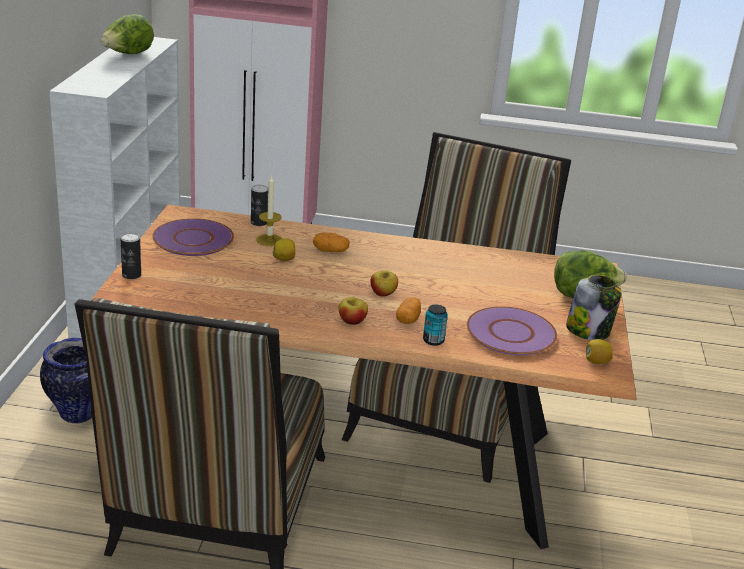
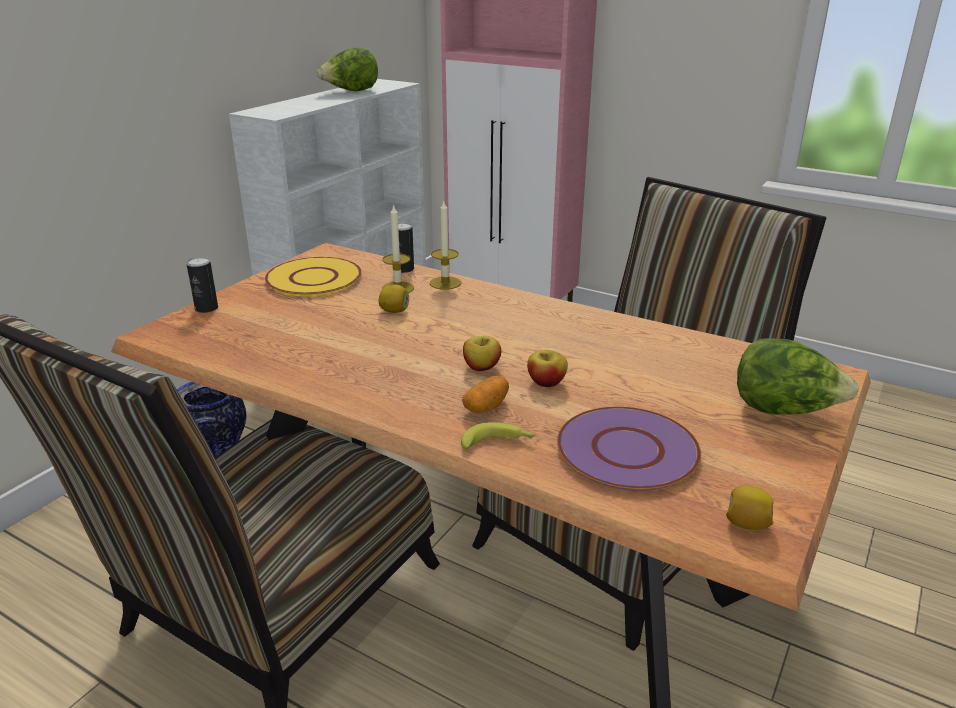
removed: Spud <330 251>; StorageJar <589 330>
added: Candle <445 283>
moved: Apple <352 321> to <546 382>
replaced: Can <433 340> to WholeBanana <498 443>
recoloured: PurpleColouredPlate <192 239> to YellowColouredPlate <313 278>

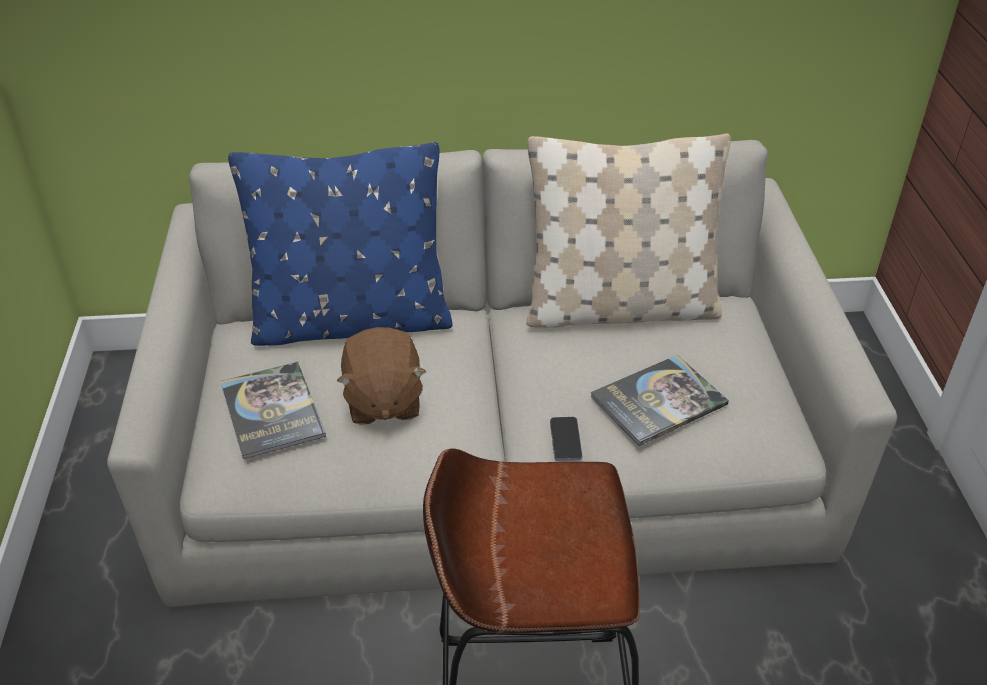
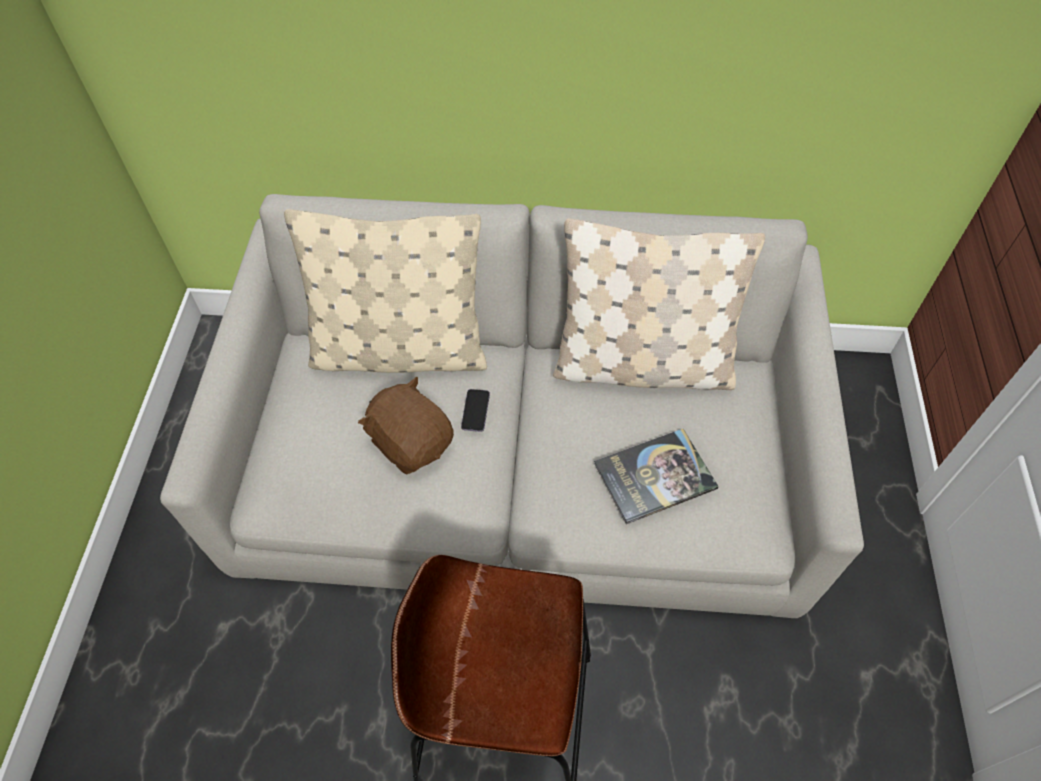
removed: BoundBook <272 411>
moved: Telephone <565 440> to <475 411>
recoloured: BlueColouredThrowPillow <352 321> to BeigeColouredThrowPillow <400 351>
turned: BrownCuddlyToy <382 401> = <412 442> 135 degrees clockwise

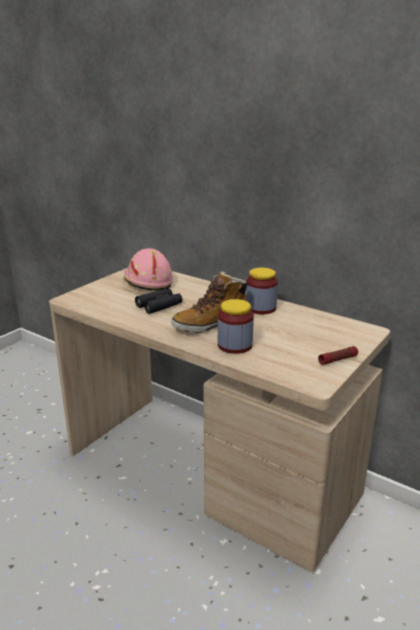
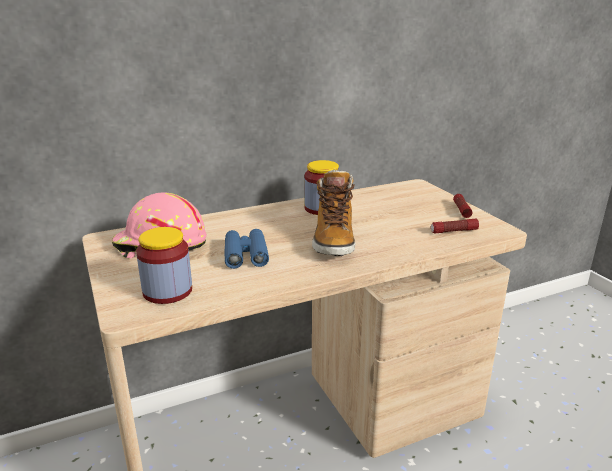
added: HandTorch <454 231>
moved: StorageJar <235 345> to <167 291>
recoloured: BlackFieldGlasses <159 305> to BlueColouredFieldGlasses <246 254>

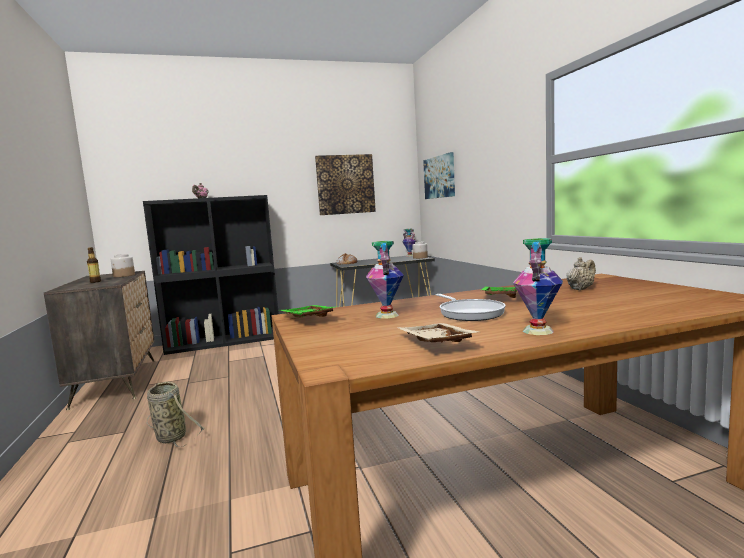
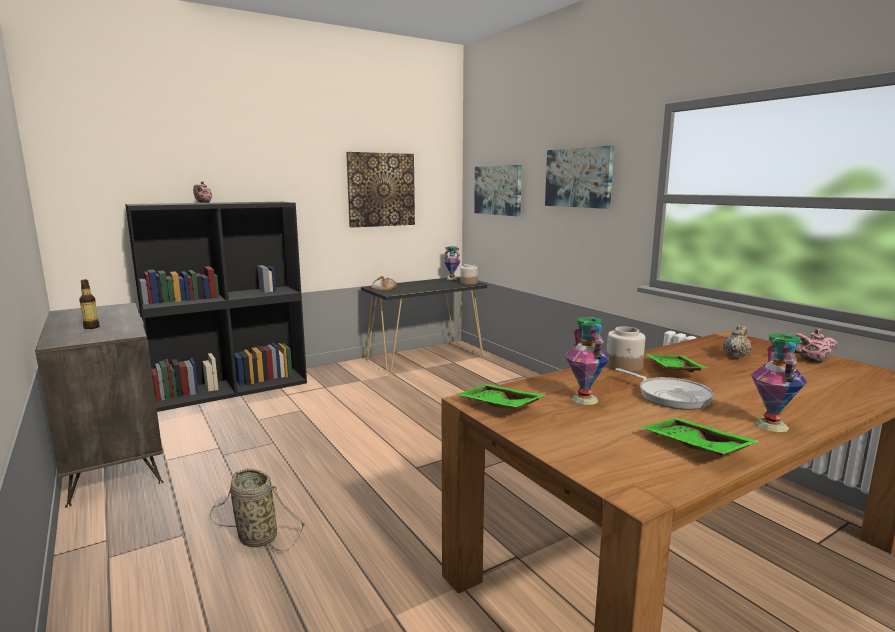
added: WallArt <578 177>; PinkPotForTea <811 361>
moved: StorageJar <124 275> to <624 366>
recoloured: BeigeColouredCarryingTray <434 343> to GreenCarryingTray <694 447>

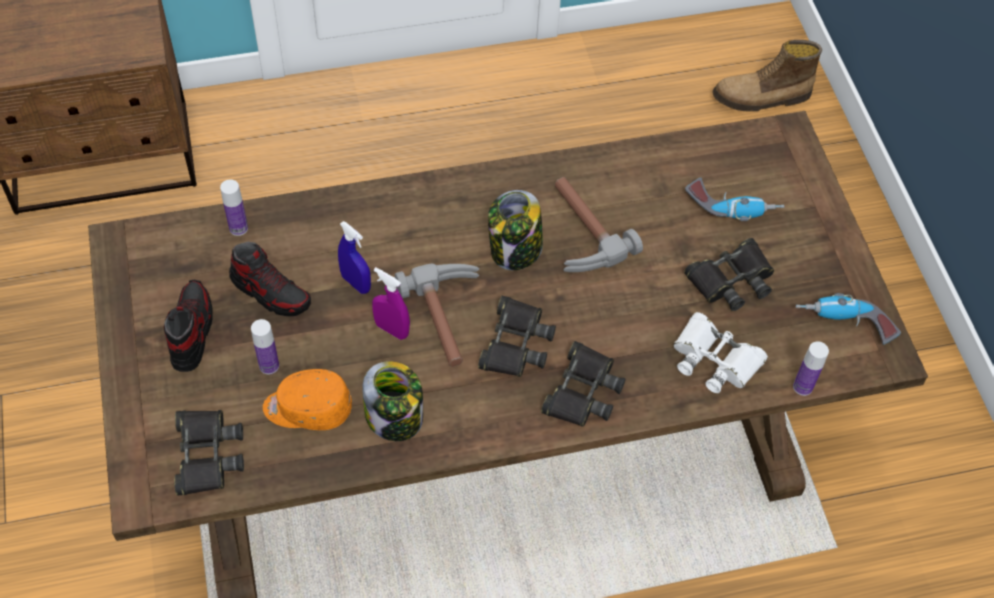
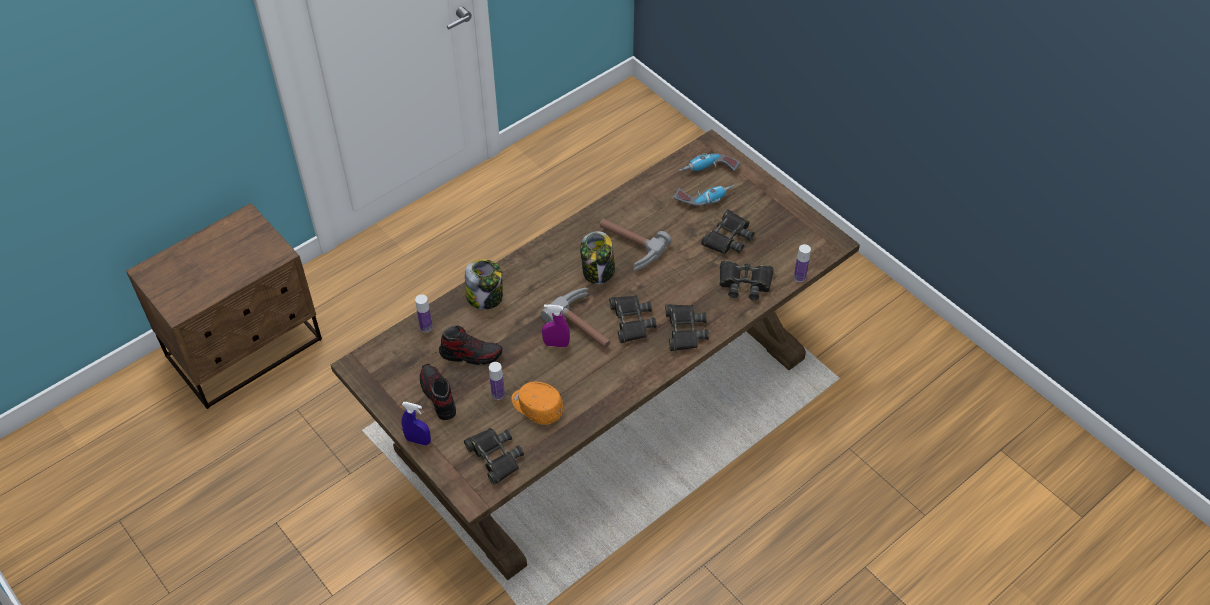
removed: TallBoot <761 98>
moved: BlueColouredSprayBottle <356 283> to <418 440>; StorageJar <395 417> to <485 297>; PowerDrill <844 325> to <708 171>
recoloured: WhitishFieldGlasses <714 359> to BlackFieldGlasses <745 283>
turned: OrangeColouredPeakedCap <307 408> = <536 407> 60 degrees clockwise

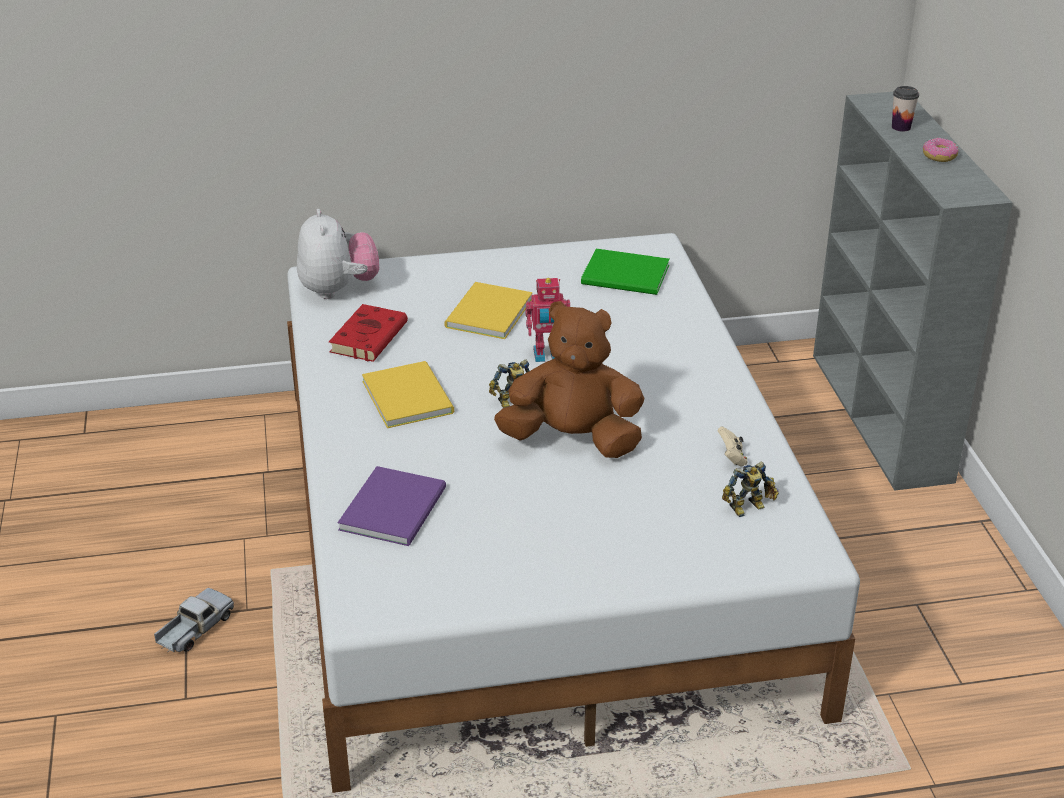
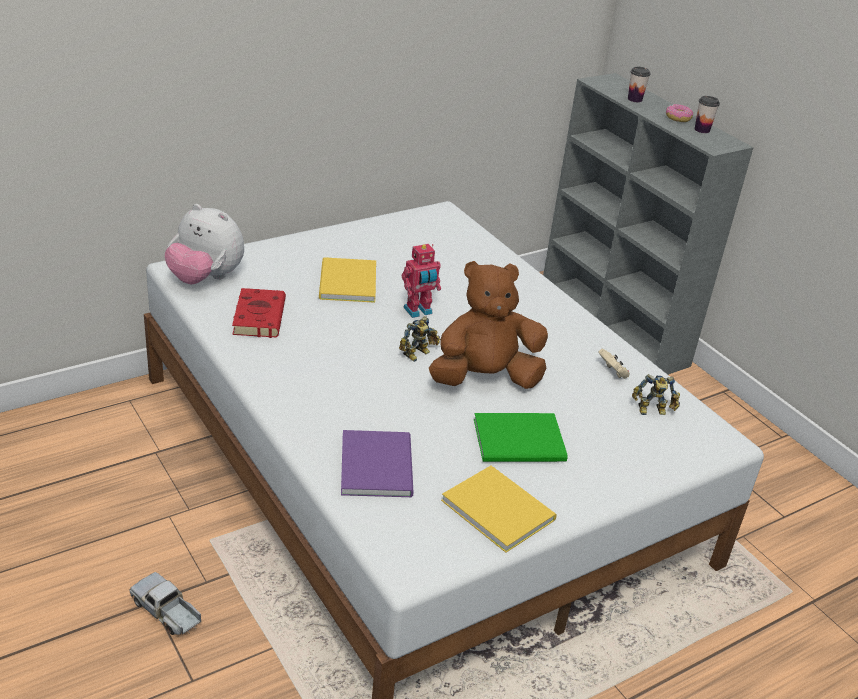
added: SmallCup <702 130>
moved: YellowColouredBoundBook <409 395> to <497 507>; GreenBoundBook <627 276> to <522 442>
turned: ToyLorry <195 629> = <167 611> 60 degrees counterclockwise; CuddlyToy <338 289> = <205 278> 150 degrees clockwise; ToyRobot <749 508> = <653 411> 45 degrees clockwise

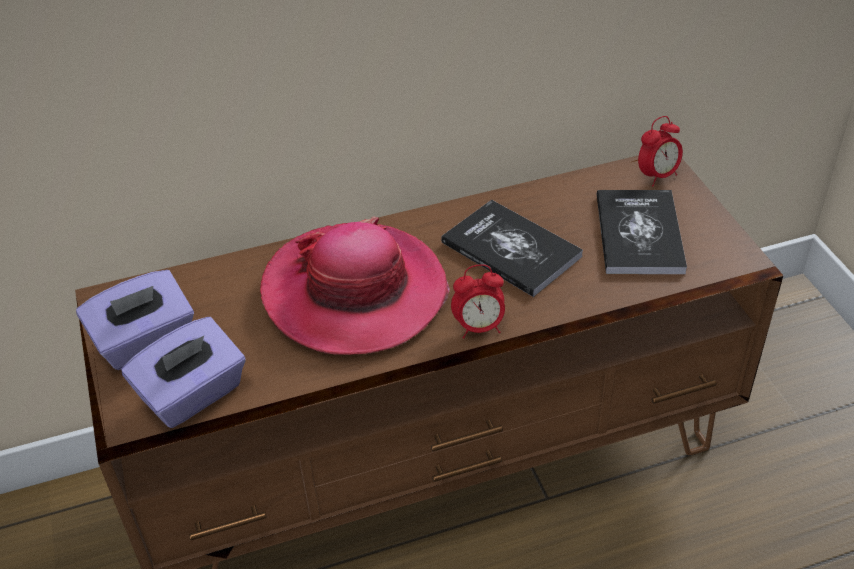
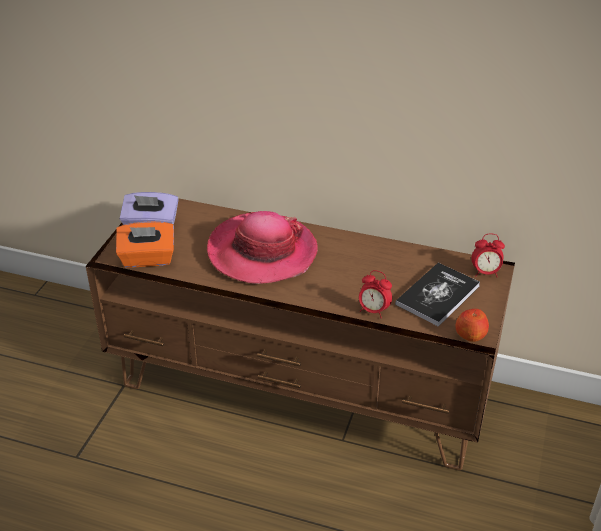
removed: BoundBook <511 249>
added: Apple <470 335>
moved: BedsideClock <479 327> to <373 311>
recoloured: PurpleColouredTissueBox <193 395> to OrangeColouredTissueBox <147 259>

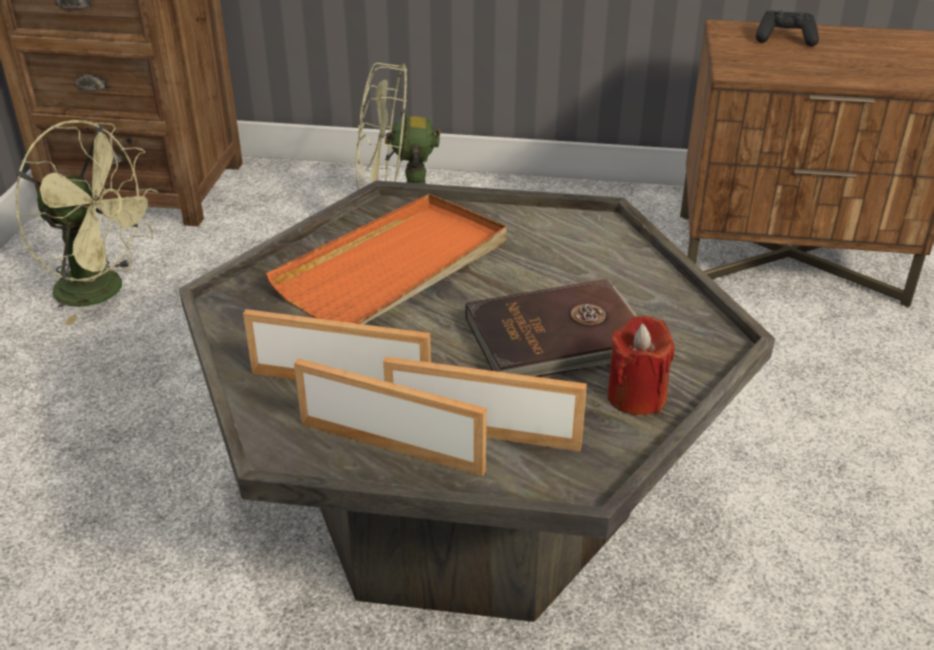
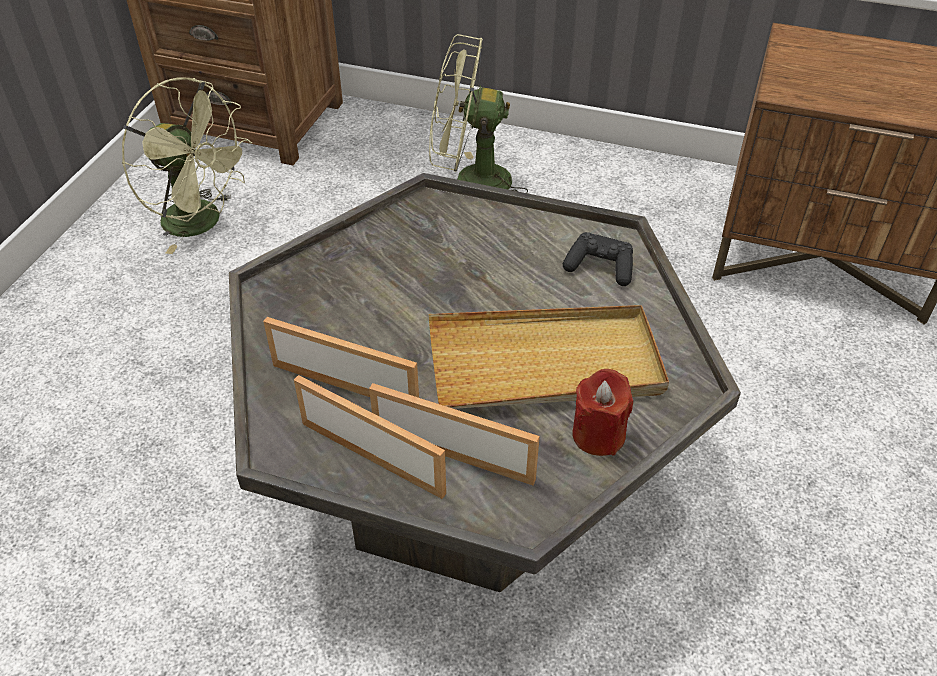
removed: OrangeColouredCarryingTray <395 267>
moved: BlackJoypad <785 39> to <600 268>
replaced: BrownBoundBook <558 339> to BeigeColouredCarryingTray <545 364>

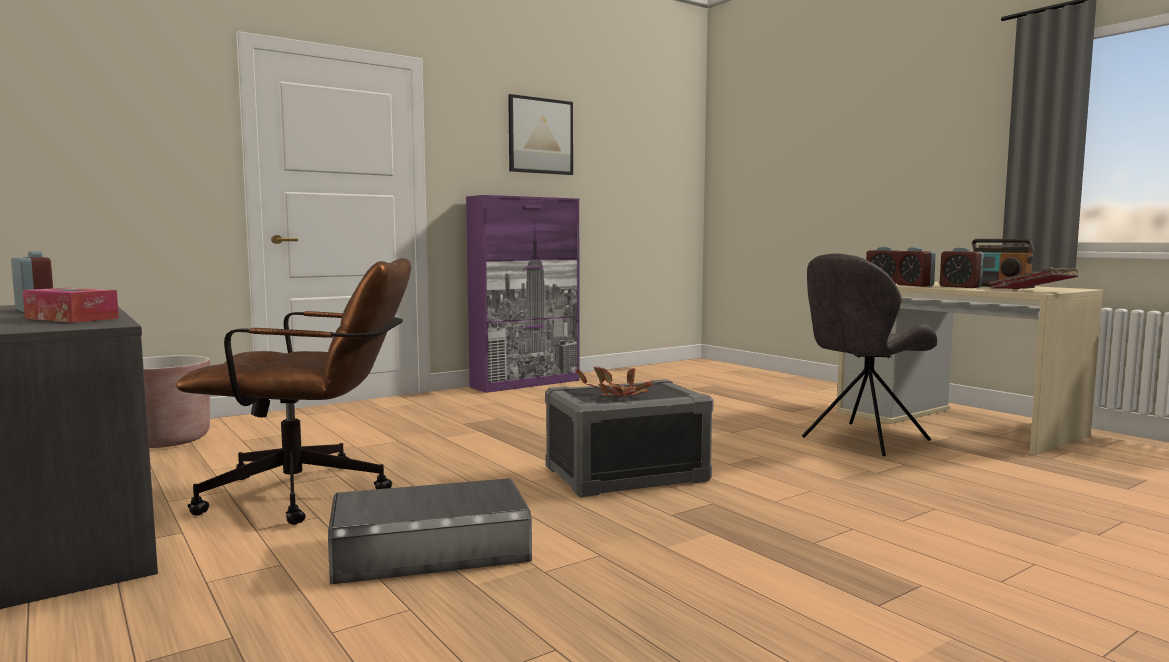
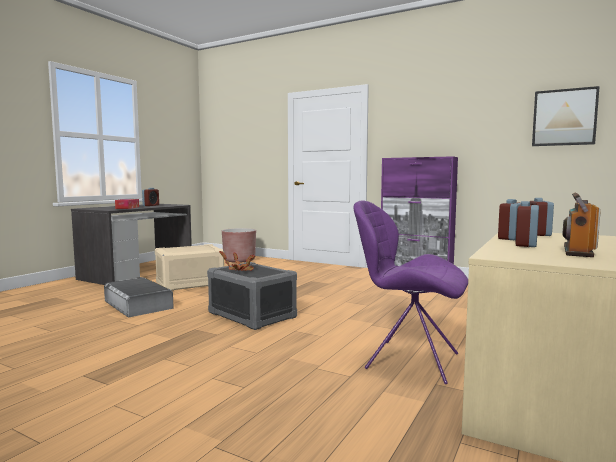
removed: RedColouredBoundBook <1032 291>
moved: WallArt <540 136> to <564 117>
replaced: BrownOfficeChair <312 494> to BeigeColouredStorageContainer <190 284>
recoloured: GreyishPlainChair <862 440> to PurpleColouredPlainChair <408 360>

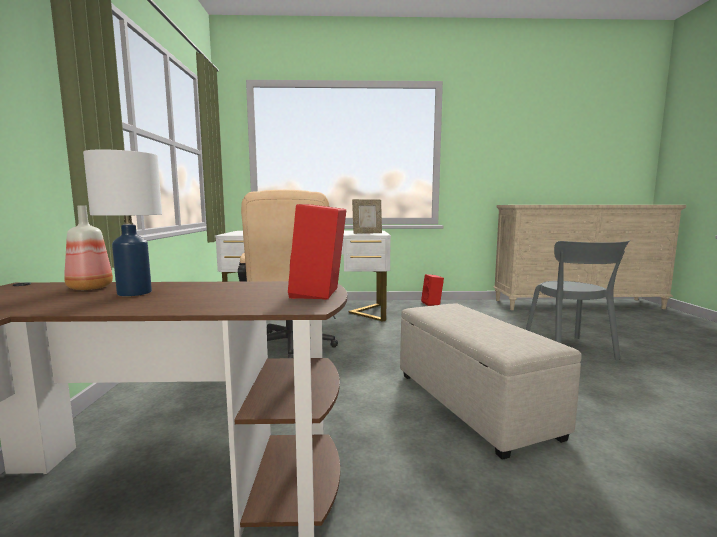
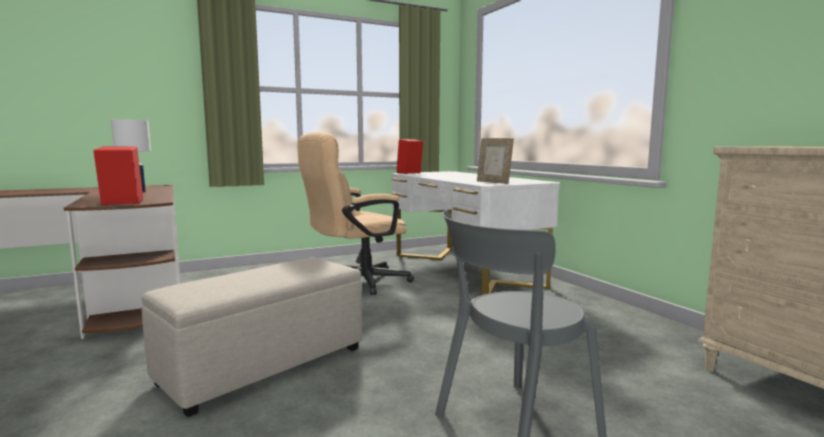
removed: BeverageBottle <89 288>
moved: RedColouredAudioSpeaker <432 303> to <409 173>

